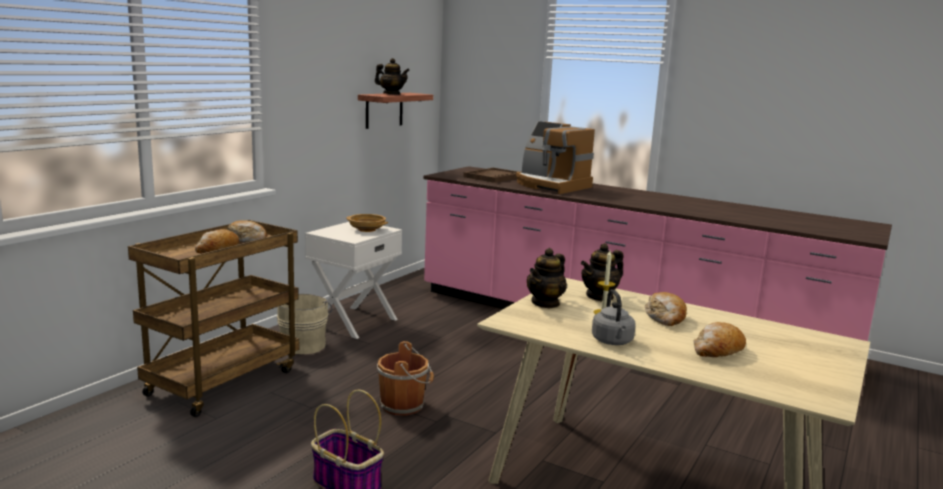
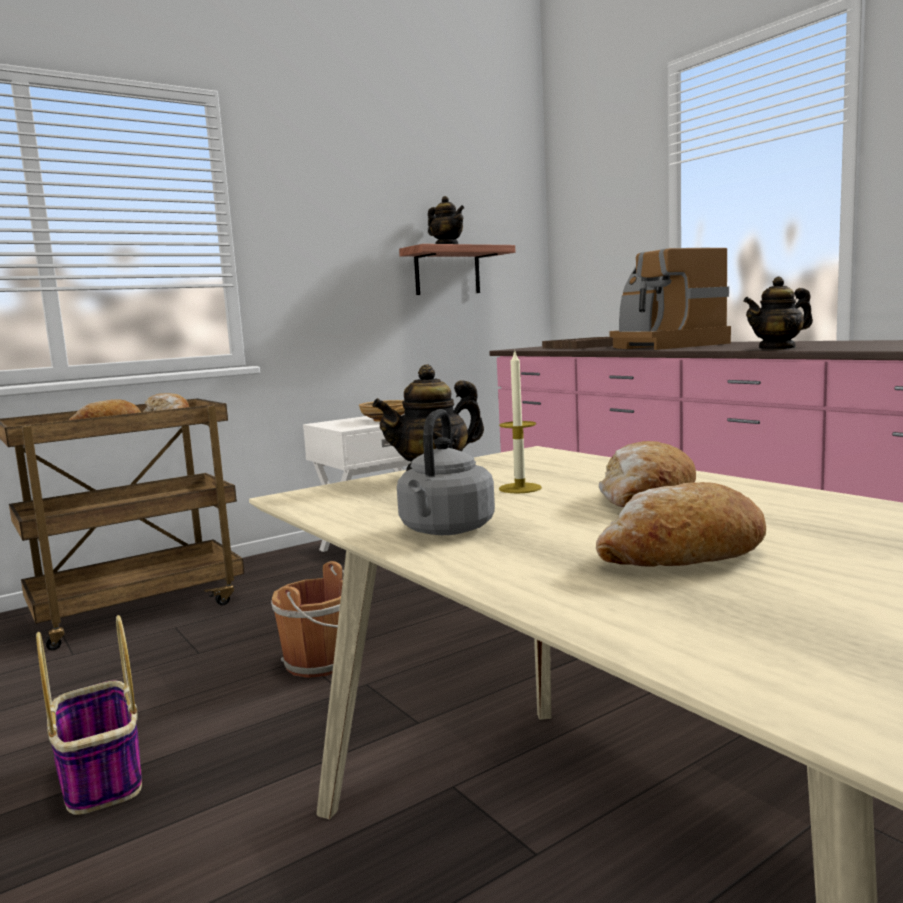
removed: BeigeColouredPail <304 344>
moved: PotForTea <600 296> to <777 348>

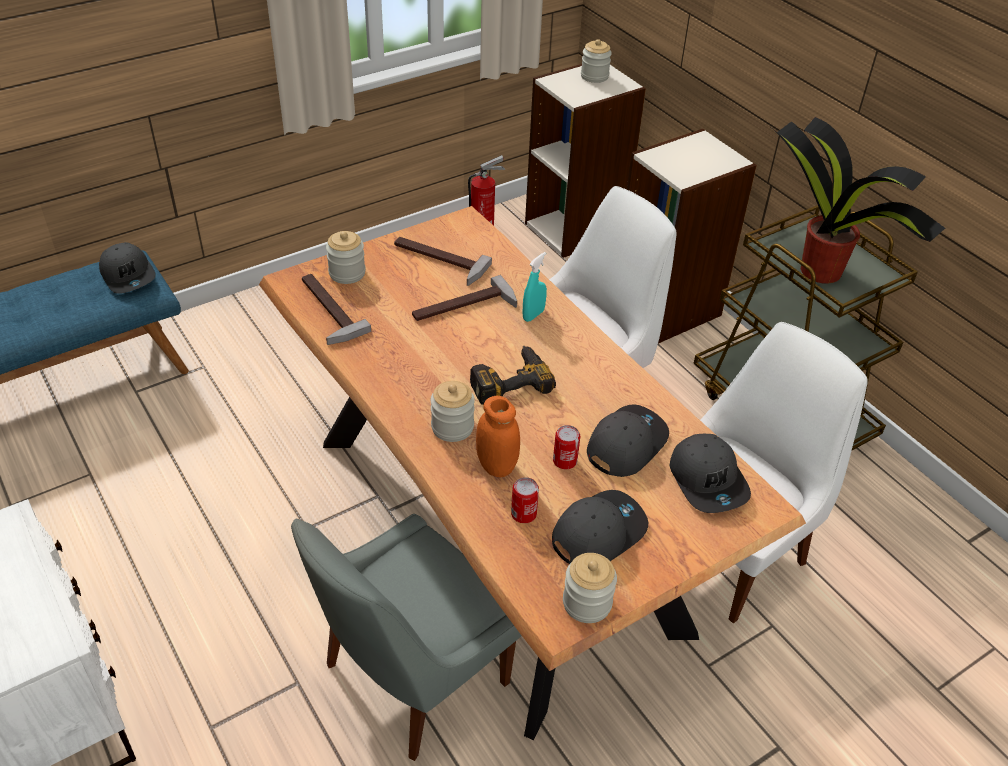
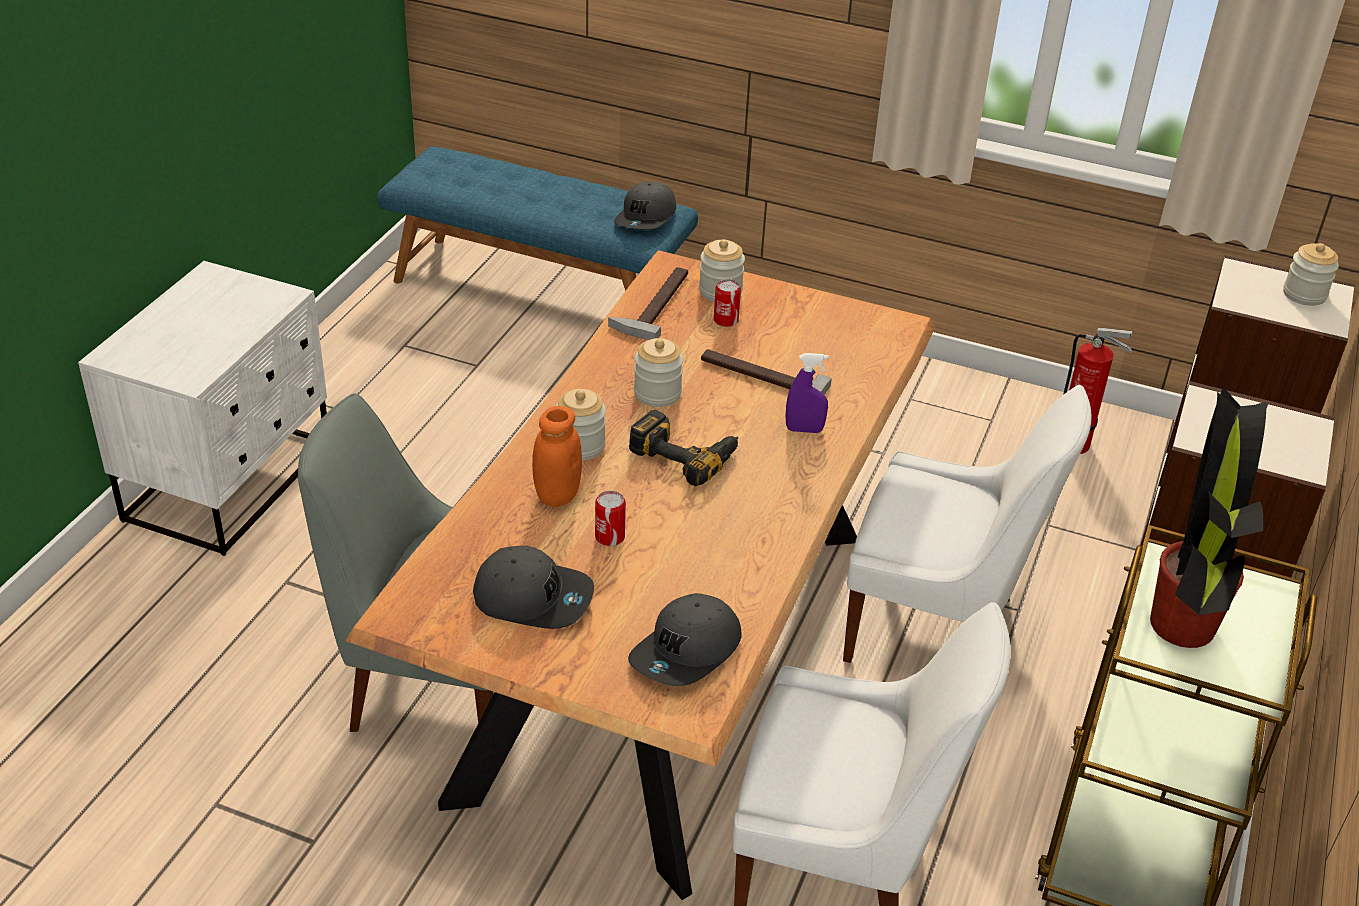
removed: ToolHammer <437 260>; GreyishPeakedCap <625 444>
moved: Can <523 514> to <726 320>; StorageJar <587 603> to <657 393>
recoloured: TurquoiseColouredSprayBottle <533 315> to PurpleColouredSprayBottle <804 430>

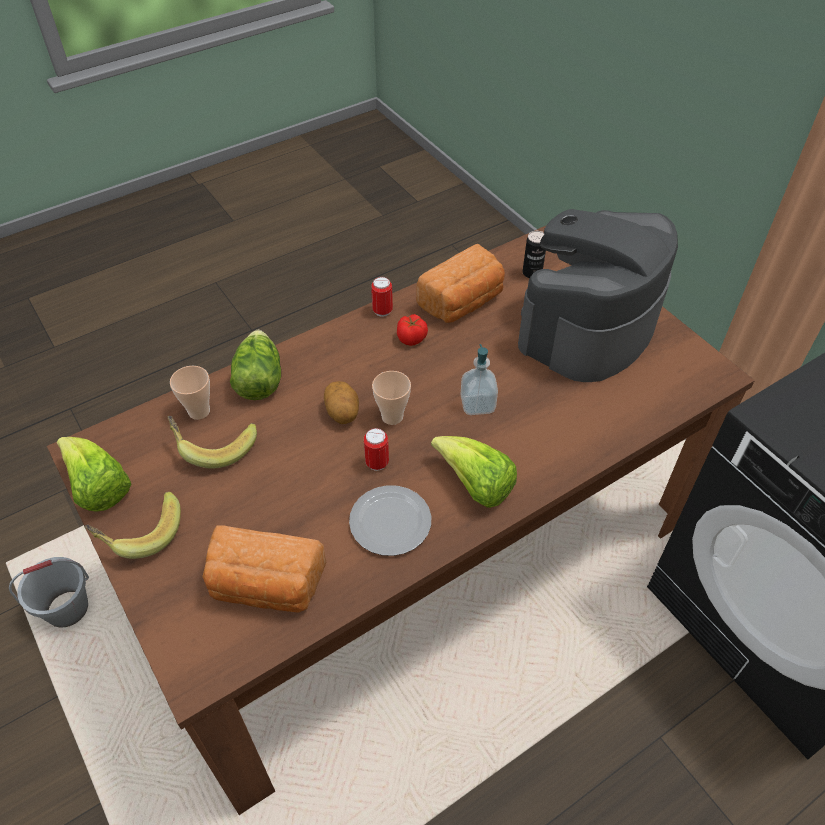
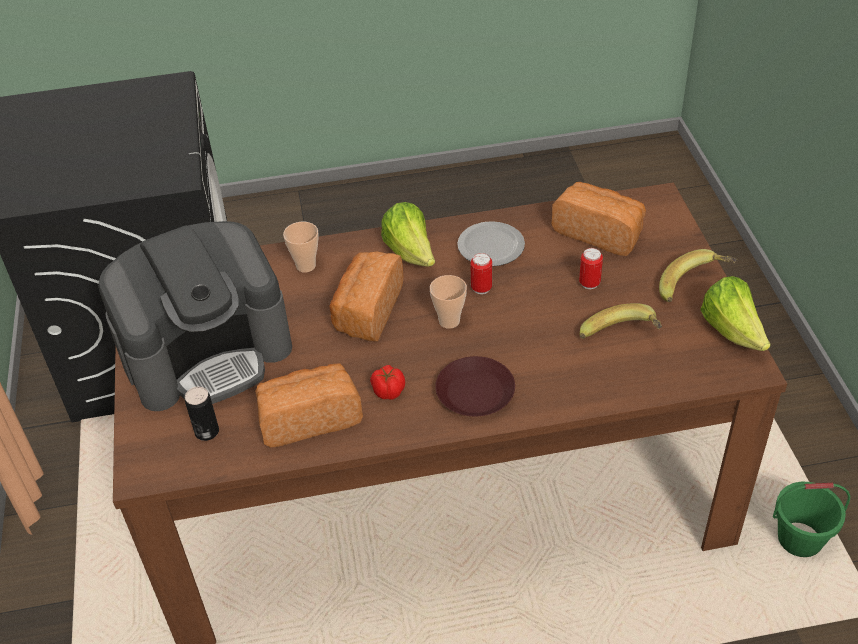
removed: Lettuce <258 379>; Spud <342 413>
added: BrownPlate <475 392>
moved: SmallCup <199 411> to <306 266>; Can <382 311> to <589 283>
replaced: SoapDispenser <477 404> to Bread <367 311>
recoloured: GreyishPail <68 608> to GreenPail <799 540>

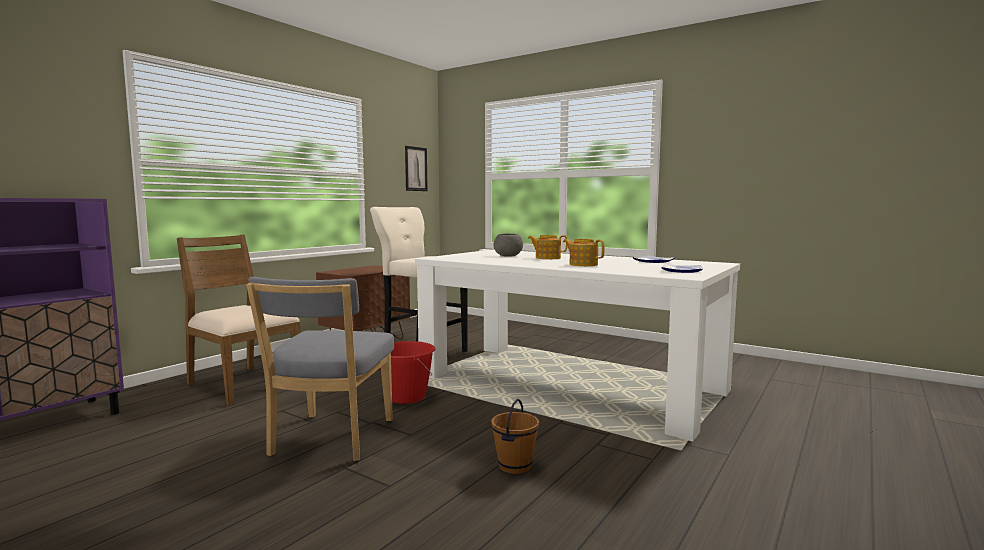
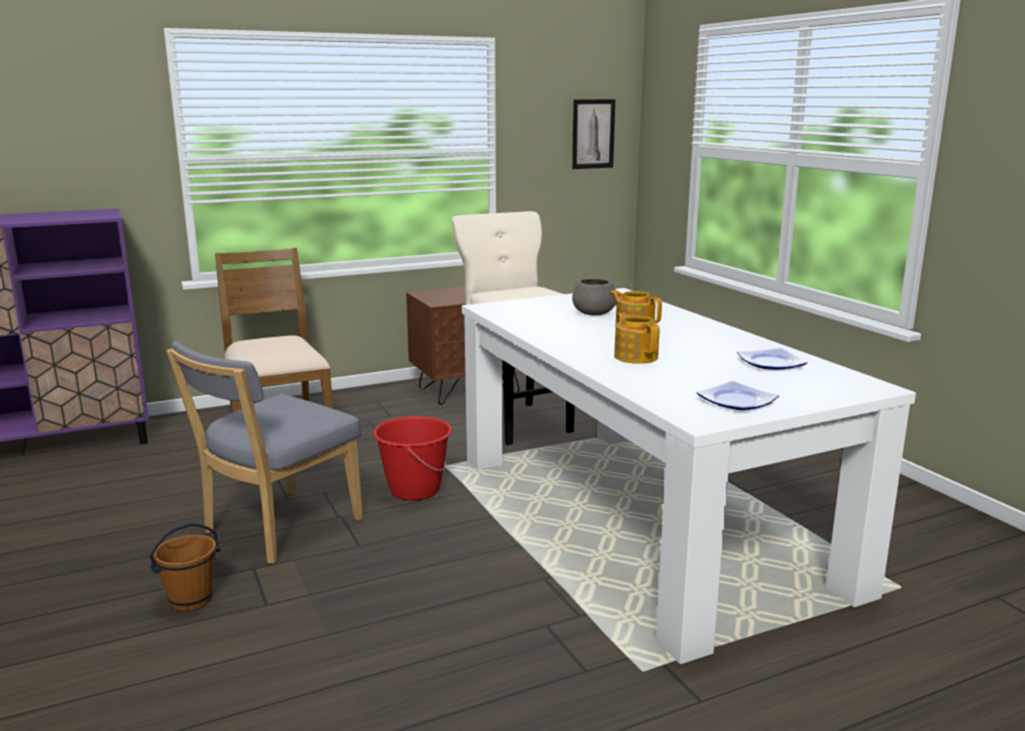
moved: BrownPail <514 466> to <191 600>

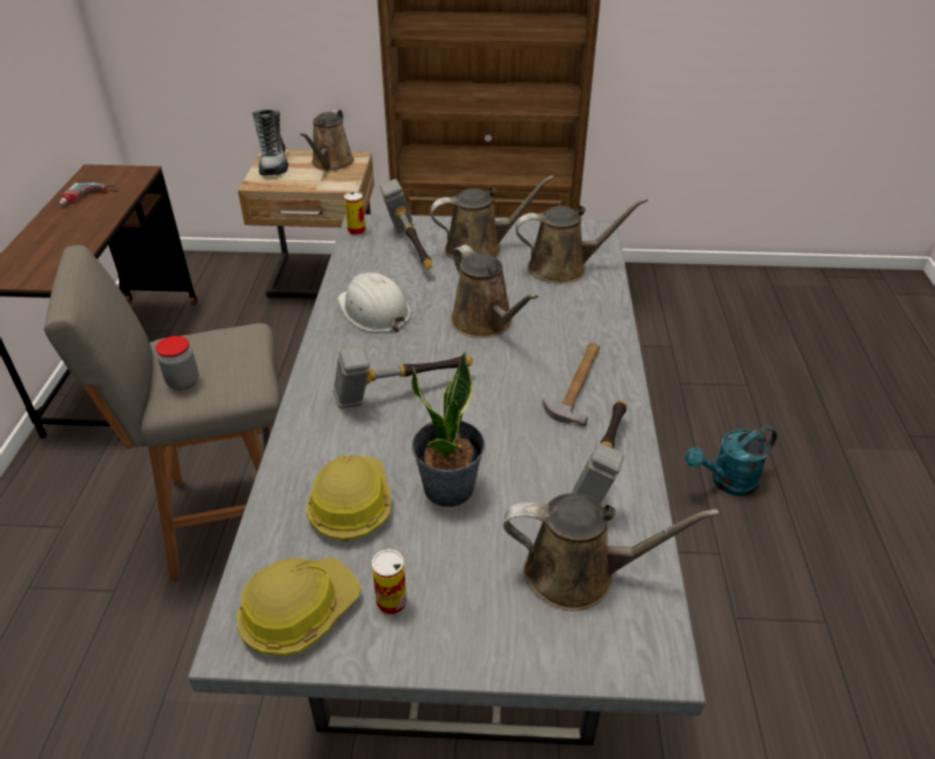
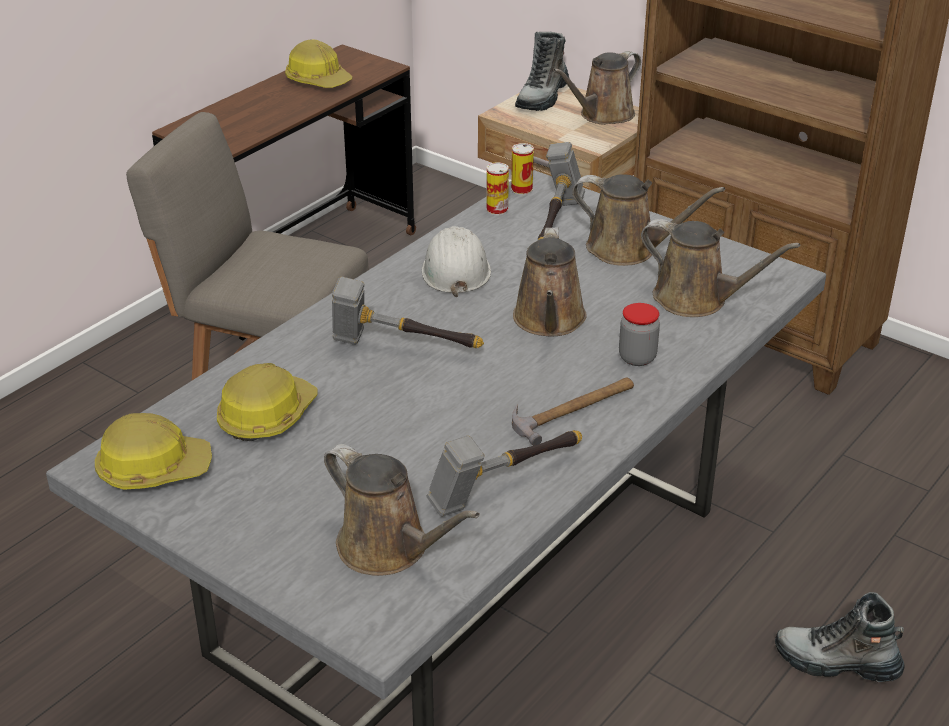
removed: Houseplant <449 488>
moved: StorageJar <183 382> to <637 358>; Can <391 602> to <497 210>
replaced: PowerDrill <91 198> to WorkHelmet <318 80>; TurquoiseColouredWateringCan <727 482> to TallBoot <836 663>

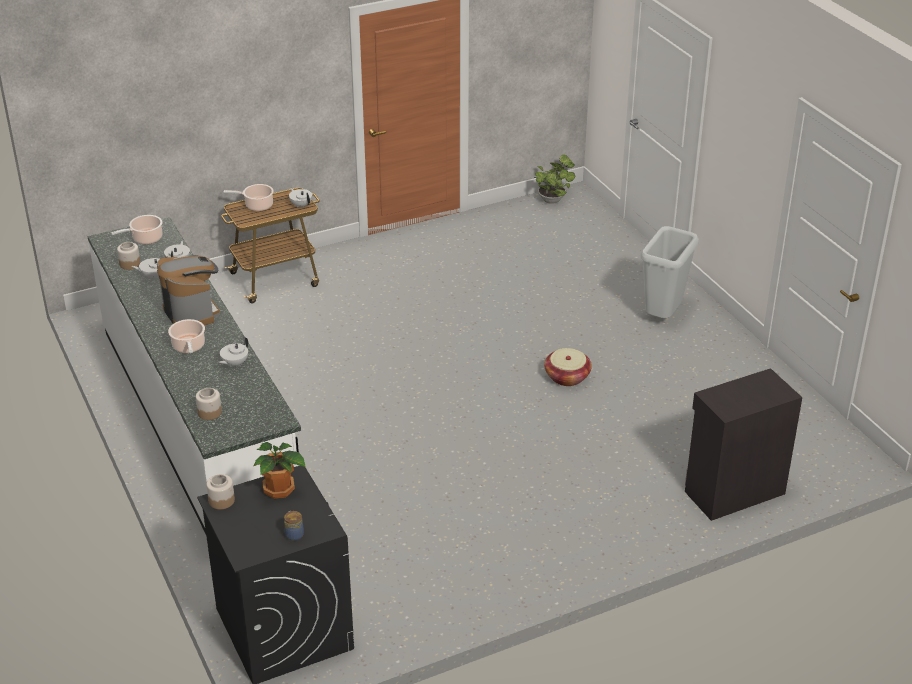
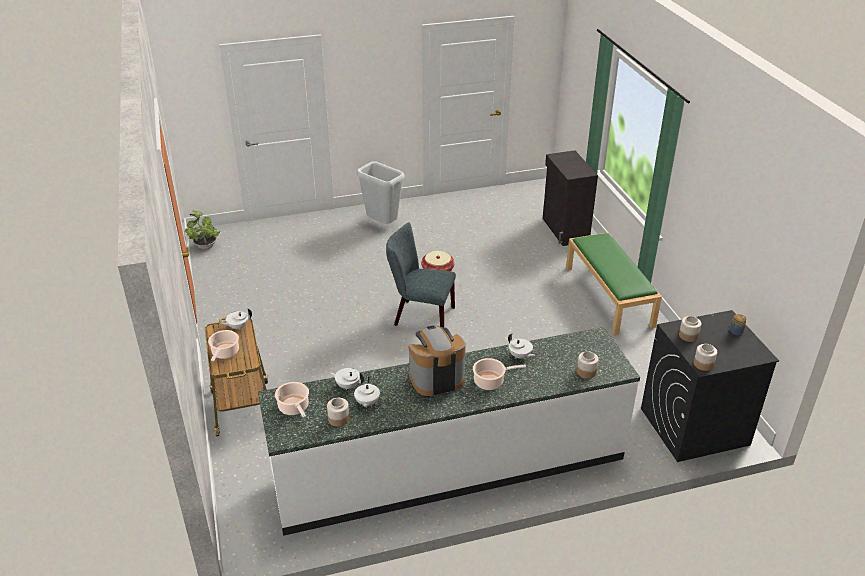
added: GreyishPlainChair <420 316>; GreenLongSeat <609 296>
replaced: Houseplant <279 490> to StorageJar <688 336>

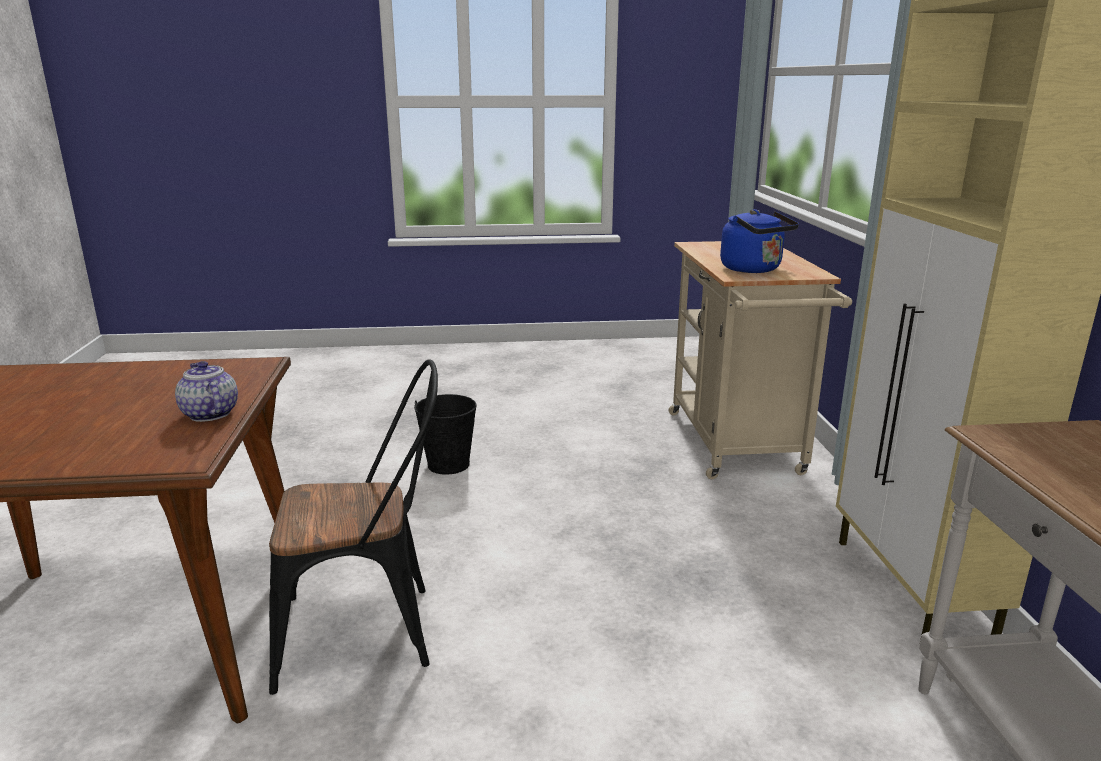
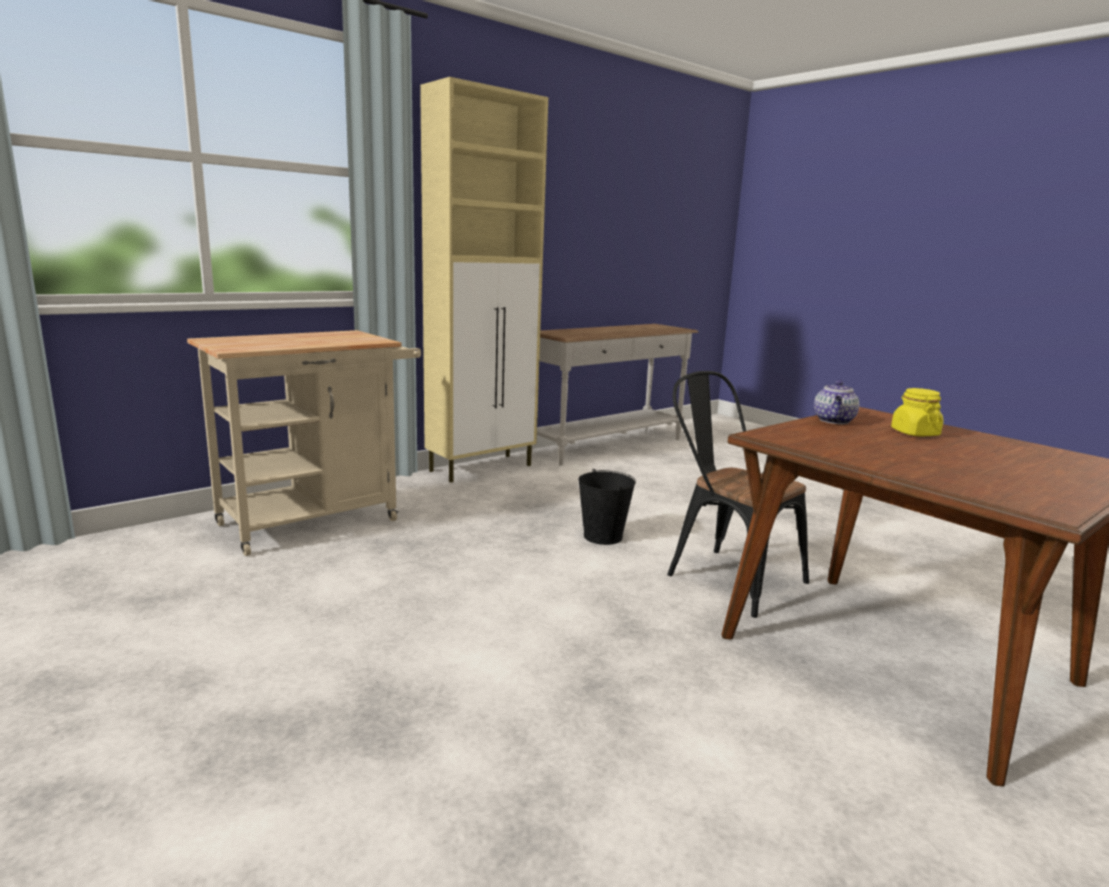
removed: BlueColouredTeaKettle <754 269>
added: YellowColouredStorageJar <914 433>
moved: BlackPail <448 464> to <602 536>

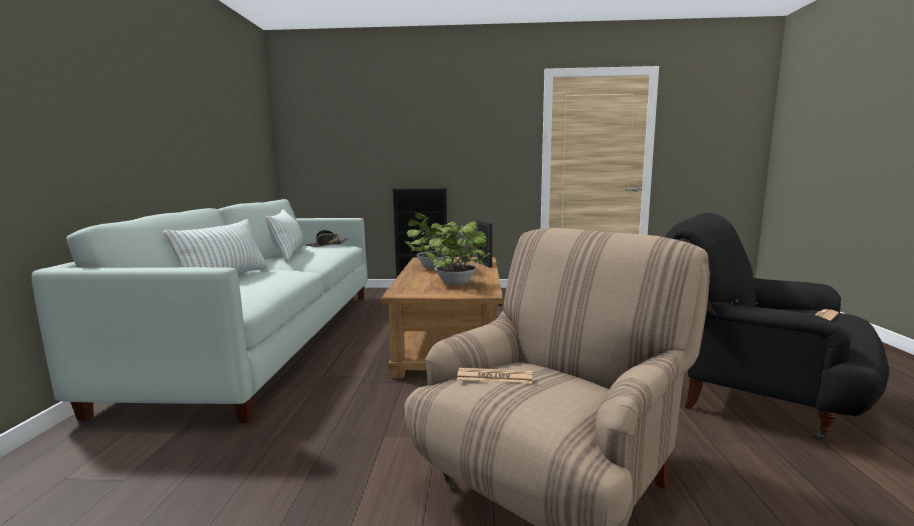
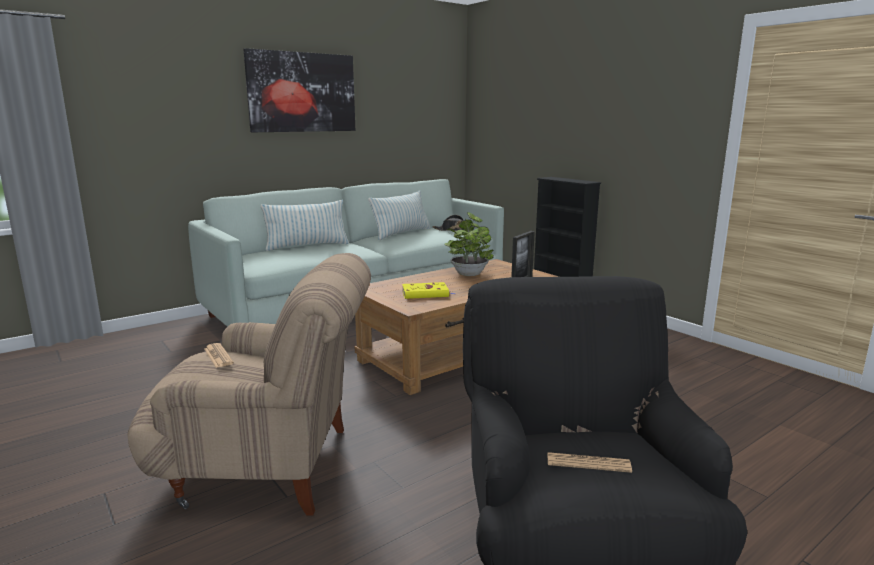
added: WallArt <302 92>
replaced: Houseplant <458 284> to YellowColouredBoundBook <426 294>

